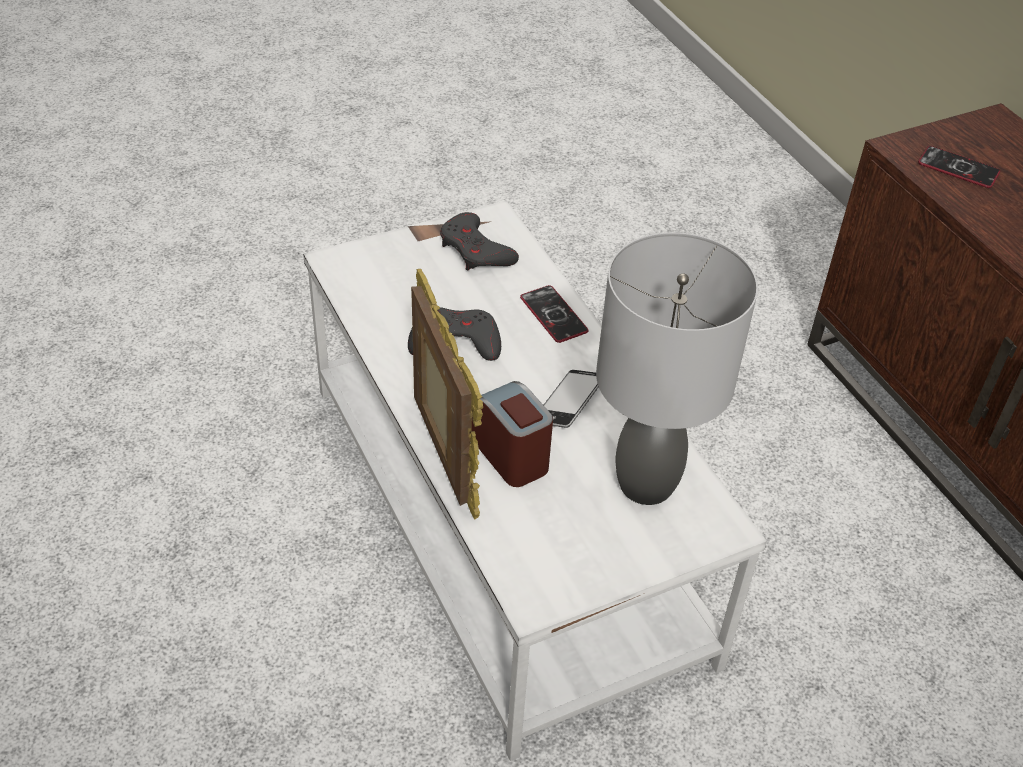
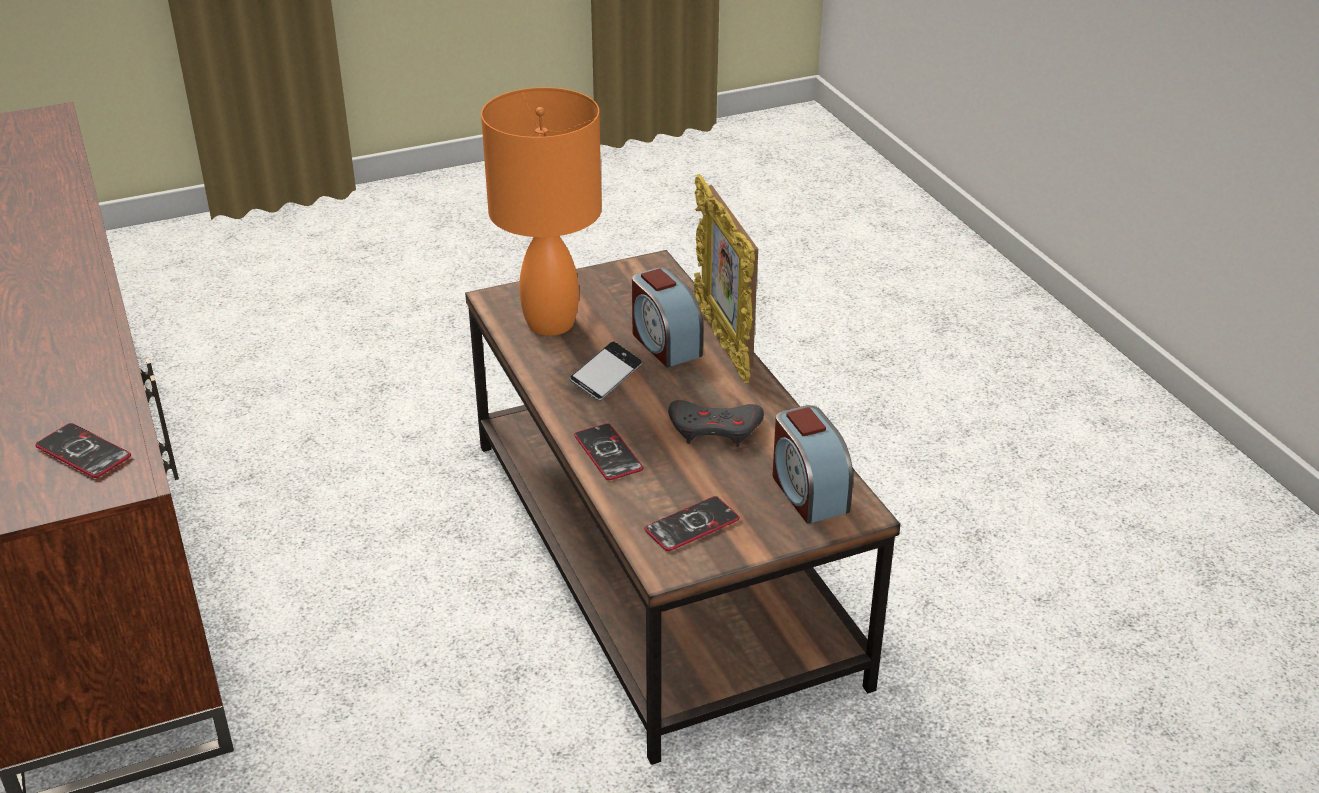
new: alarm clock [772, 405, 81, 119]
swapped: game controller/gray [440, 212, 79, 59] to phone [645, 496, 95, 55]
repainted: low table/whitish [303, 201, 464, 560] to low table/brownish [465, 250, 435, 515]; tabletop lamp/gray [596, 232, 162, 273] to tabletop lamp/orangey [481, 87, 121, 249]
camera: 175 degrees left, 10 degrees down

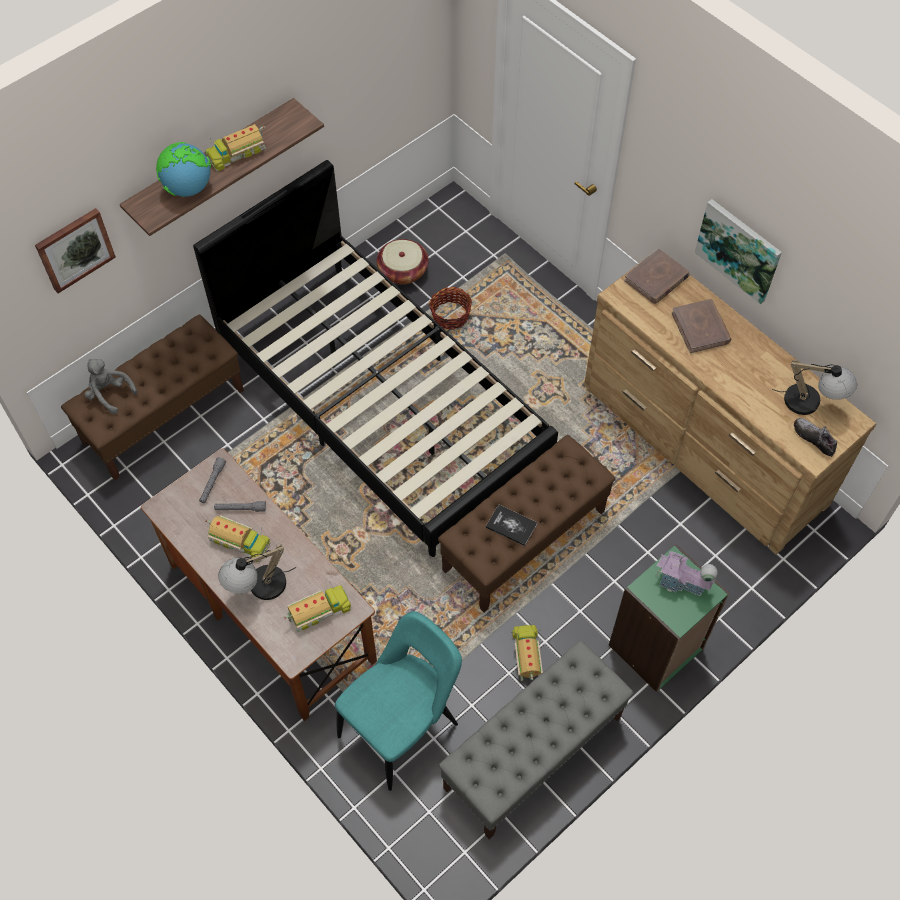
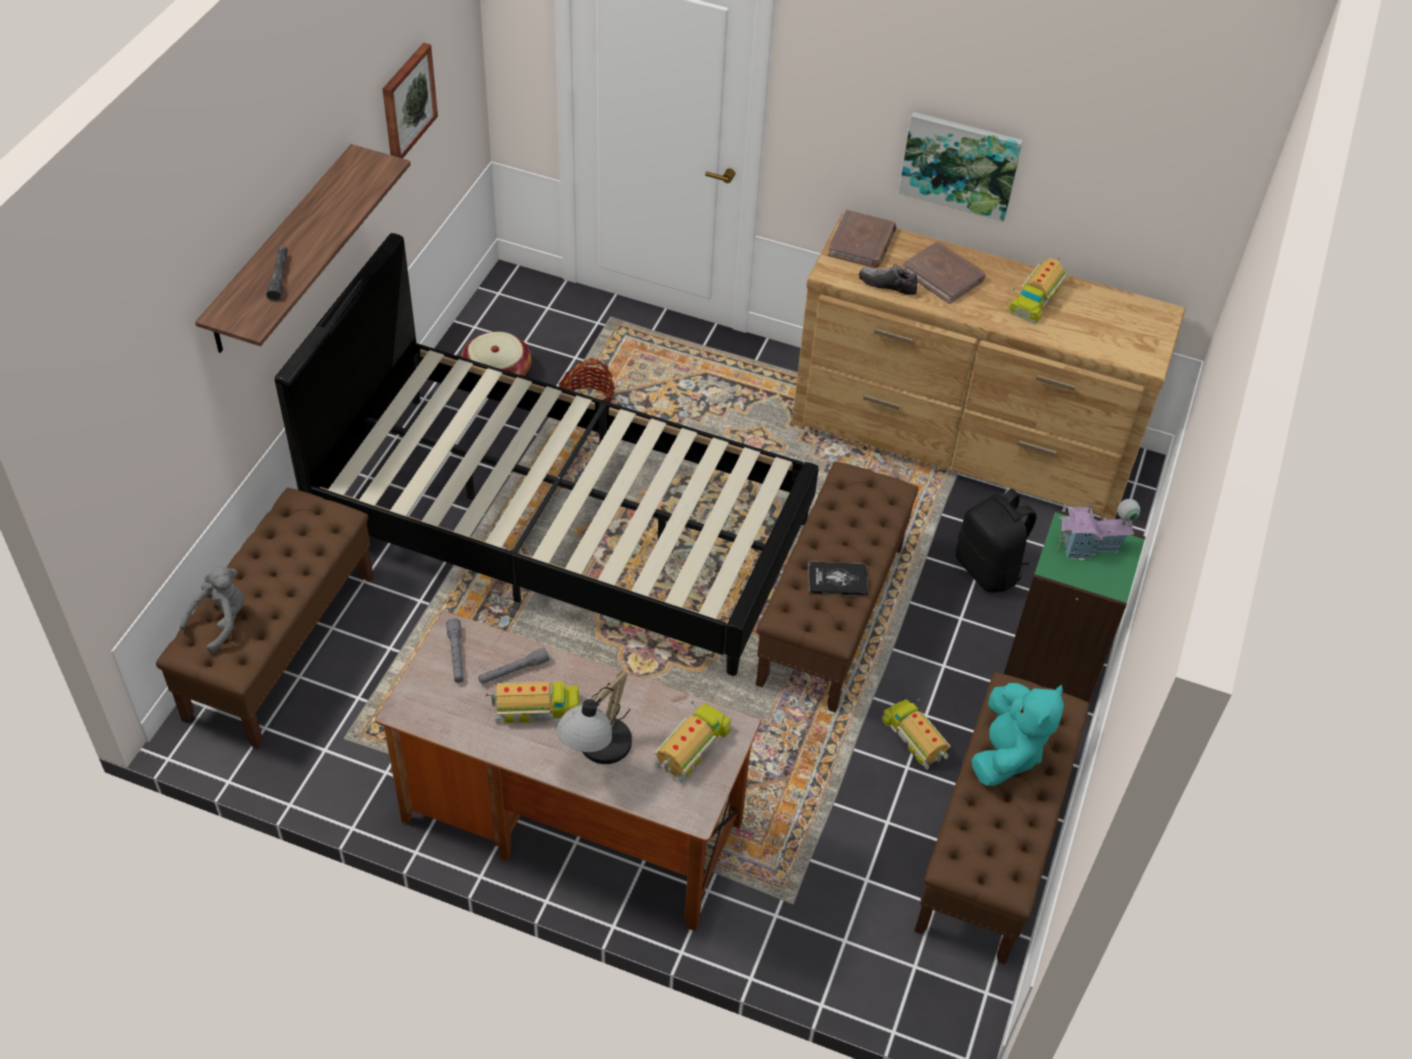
gone: tabletop lamp [772, 360, 85, 55]; chair/blue-green [335, 611, 127, 180]
new: knapsack/black [956, 489, 80, 103]; cuddly toy/blue-green [972, 683, 92, 103]
shifted: toy truck [205, 124, 61, 47] to [1008, 257, 59, 66]; wall picture [35, 208, 81, 85] to [382, 43, 56, 115]; low shoe [794, 418, 43, 39] to [859, 263, 58, 32]
swapped: world globe [156, 142, 55, 55] to hand torch/gray [266, 246, 22, 55]
repainted: bench/gray [439, 640, 195, 199] to bench/brownish [914, 672, 176, 292]
rotated: cuddly toy/gray [84, 359, 53, 55] = [180, 566, 65, 87] 120 degrees clockwise
camera: 30 degrees left, 10 degrees down

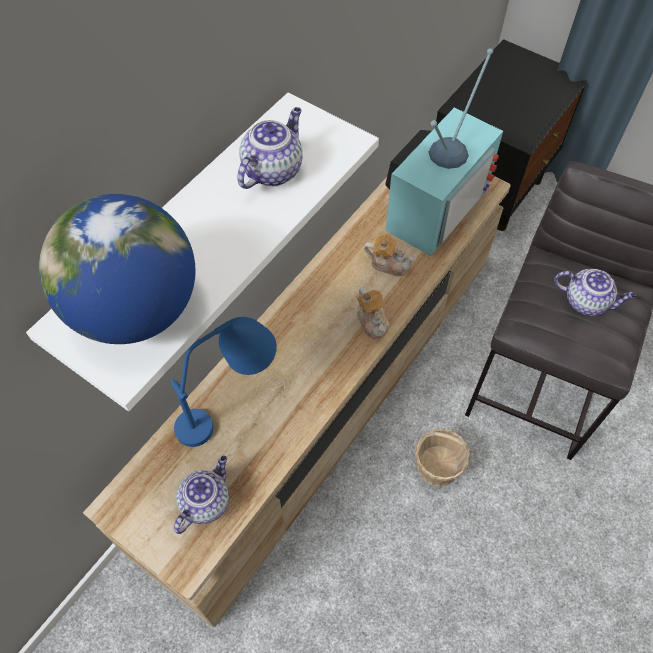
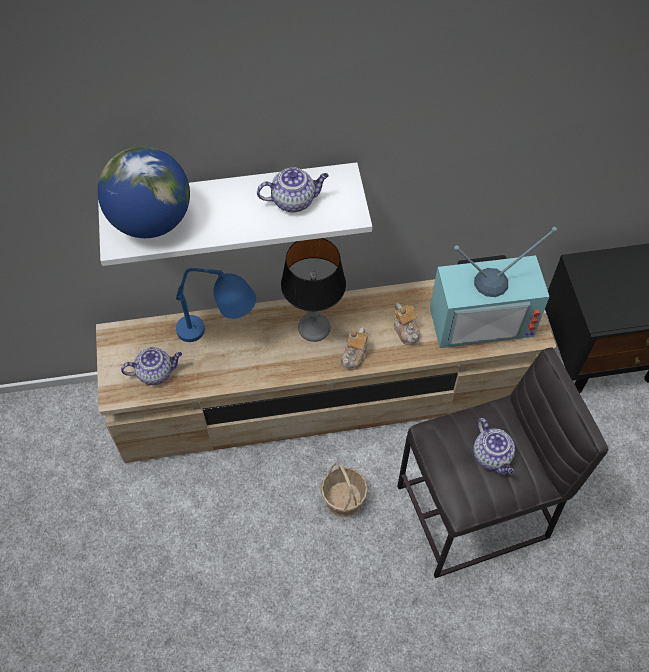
new: tabletop lamp [281, 238, 65, 104]
camera: 45 degrees right, 0 degrees up

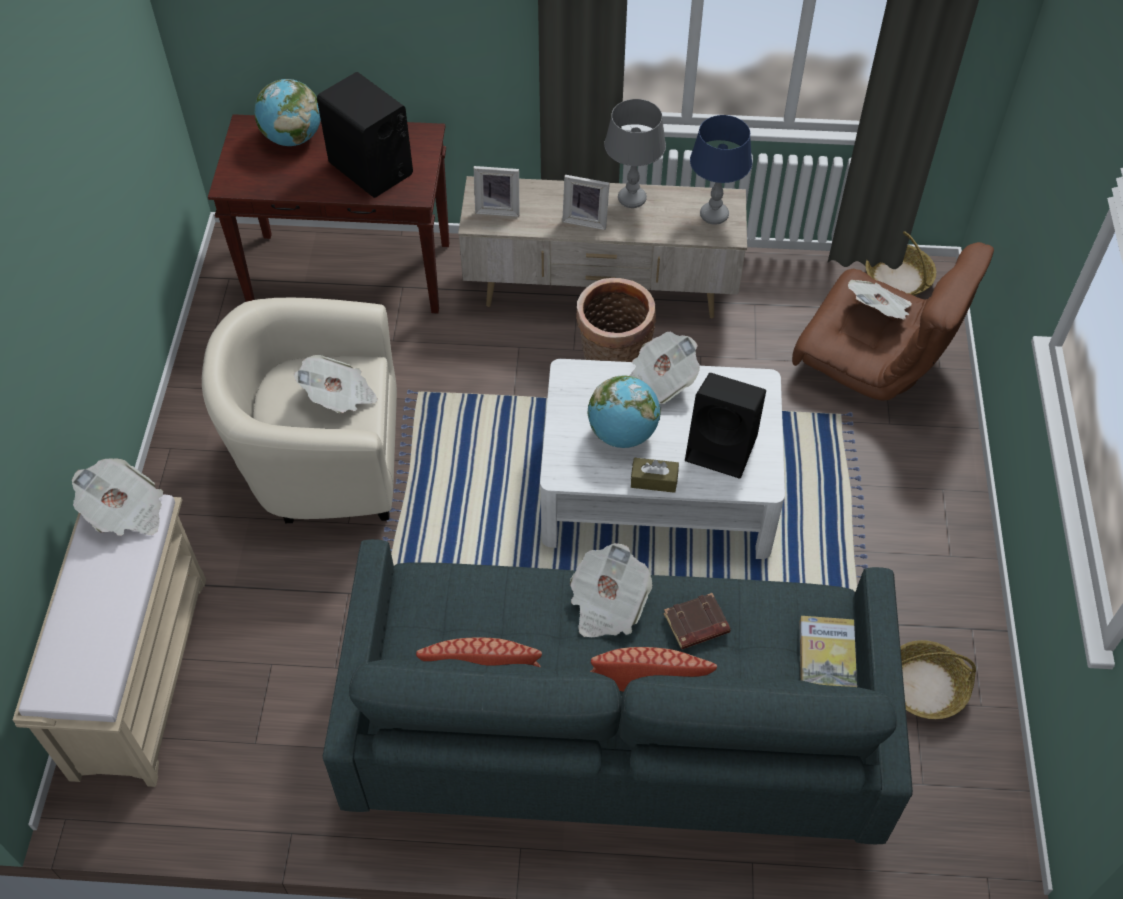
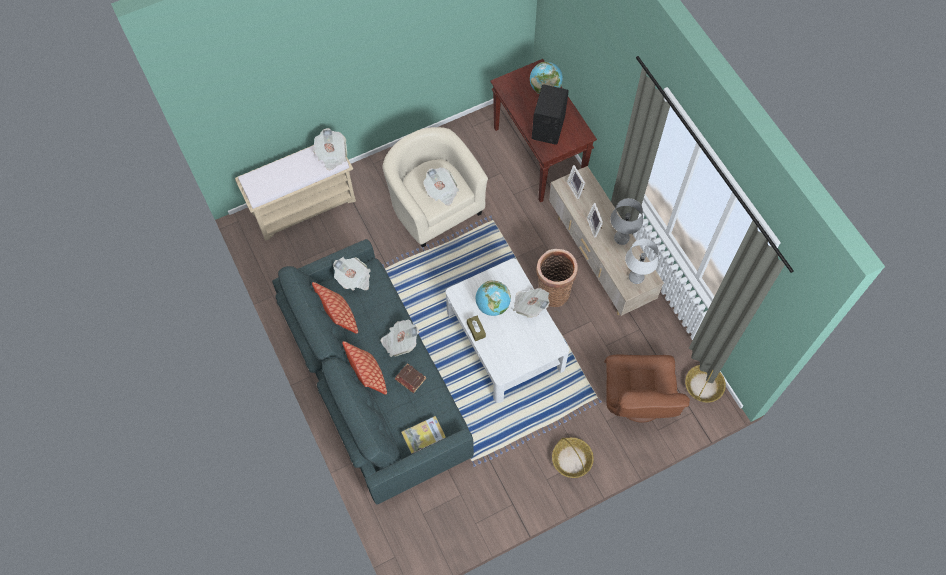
gone: speaker/black [685, 373, 81, 106]
shifted: printed paper [848, 280, 64, 40] to [333, 257, 38, 34]; basket [900, 640, 76, 79] to [552, 438, 42, 40]
repainted: tabletop lamp/blue-coloured [690, 115, 62, 110] to tabletop lamp/gray [625, 238, 34, 46]
camera: 60 degrees right, 10 degrees up

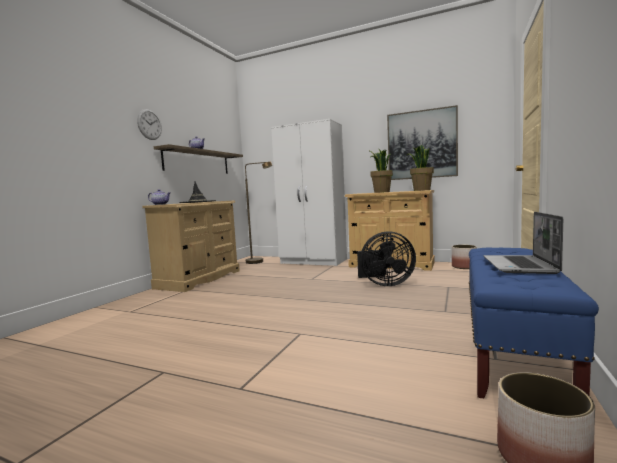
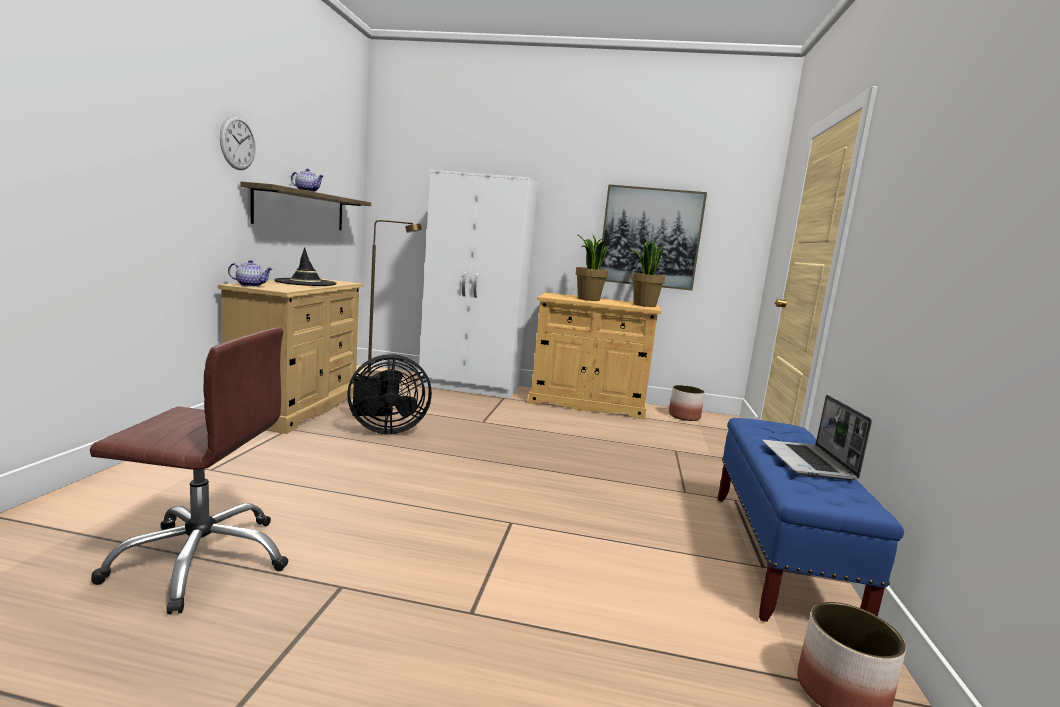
new: desk chair/brownish [90, 328, 199, 286]
shifted: electric fan/black [357, 231, 59, 55] to [347, 354, 85, 80]
camera: 15 degrees left, 5 degrees up

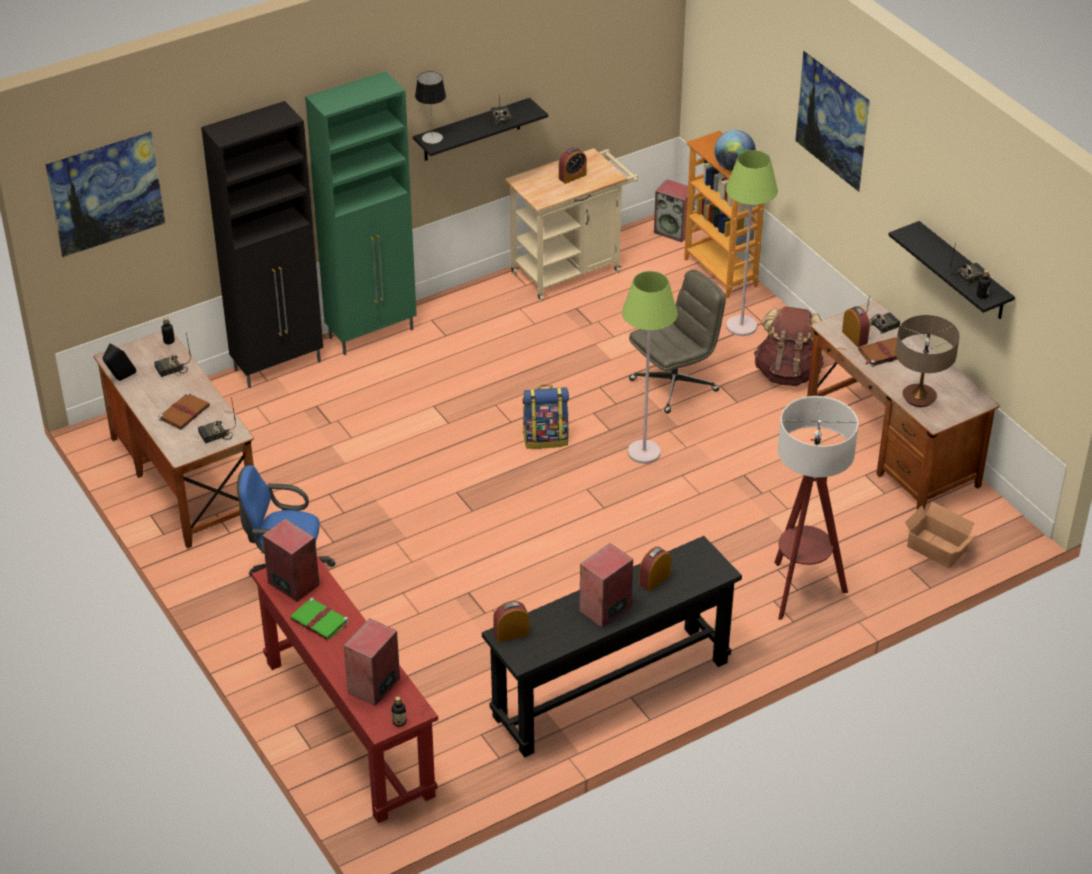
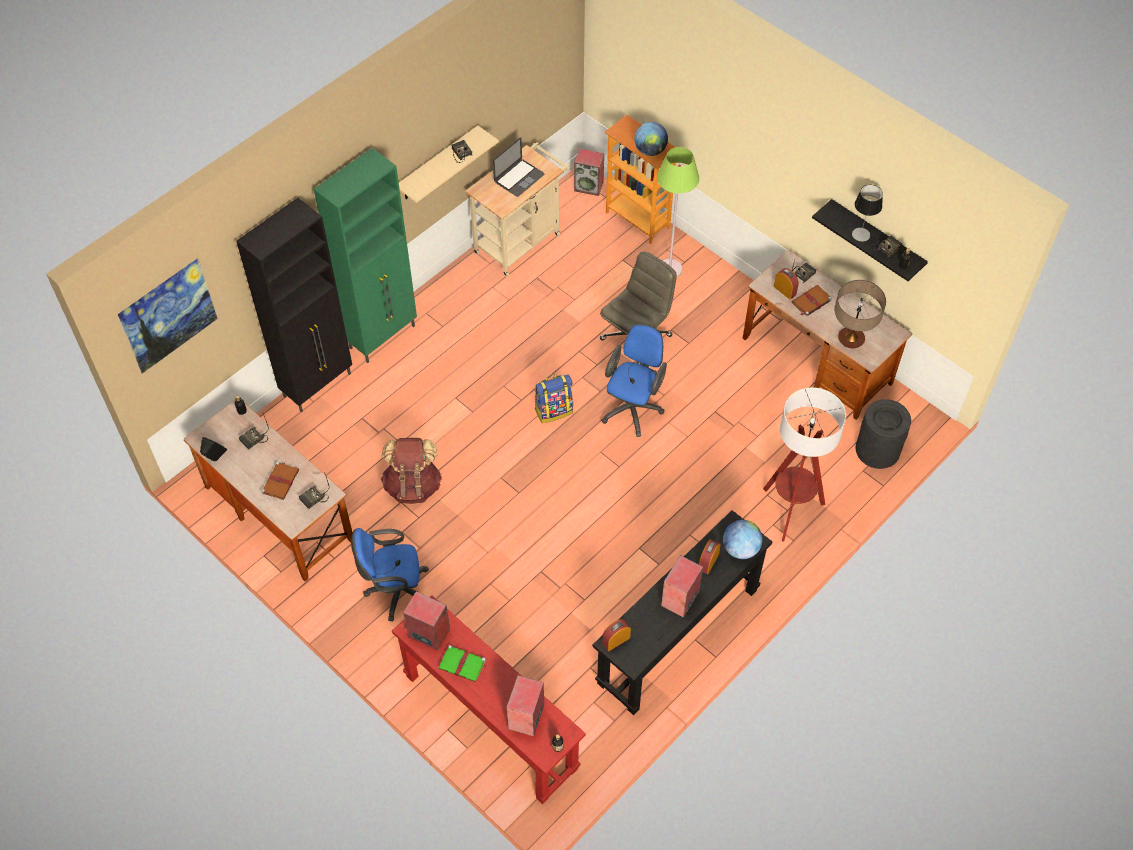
gone: wall picture [795, 50, 75, 142]
new: world globe [723, 520, 40, 39]
shifted: tabletop lamp [415, 71, 31, 73] to [852, 185, 31, 57]; knapsack/brownish [754, 306, 71, 80] to [381, 438, 61, 66]
swapped: alarm clock [559, 147, 28, 37] to laptop [493, 137, 52, 60]; standing lamp/greenish [622, 271, 56, 193] to desk chair/blue-coloured [601, 324, 66, 113]; carton [905, 502, 72, 66] to waste bin/black [856, 399, 55, 70]
repainted: shelf/black [413, 98, 135, 63] to shelf/beige [399, 126, 100, 77]
camera: 15 degrees left, 15 degrees up

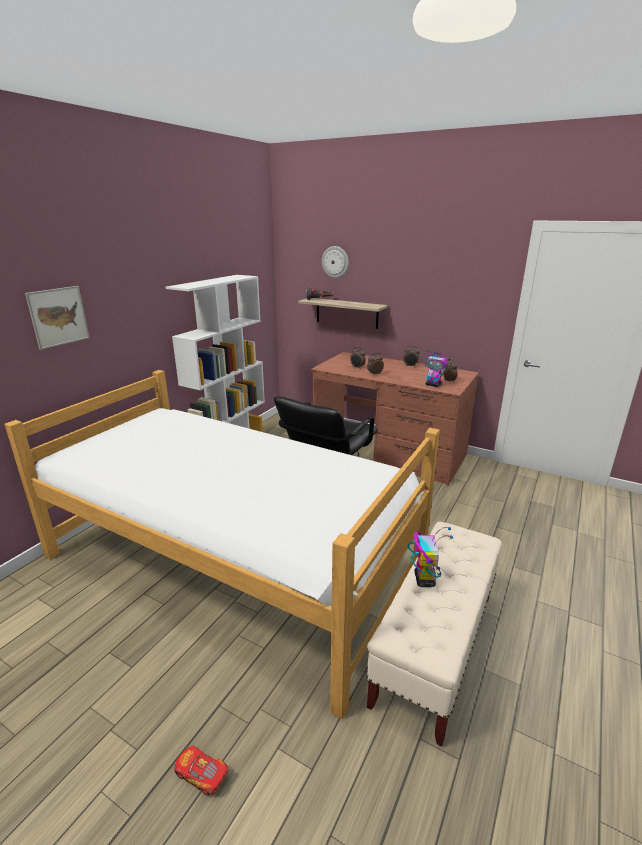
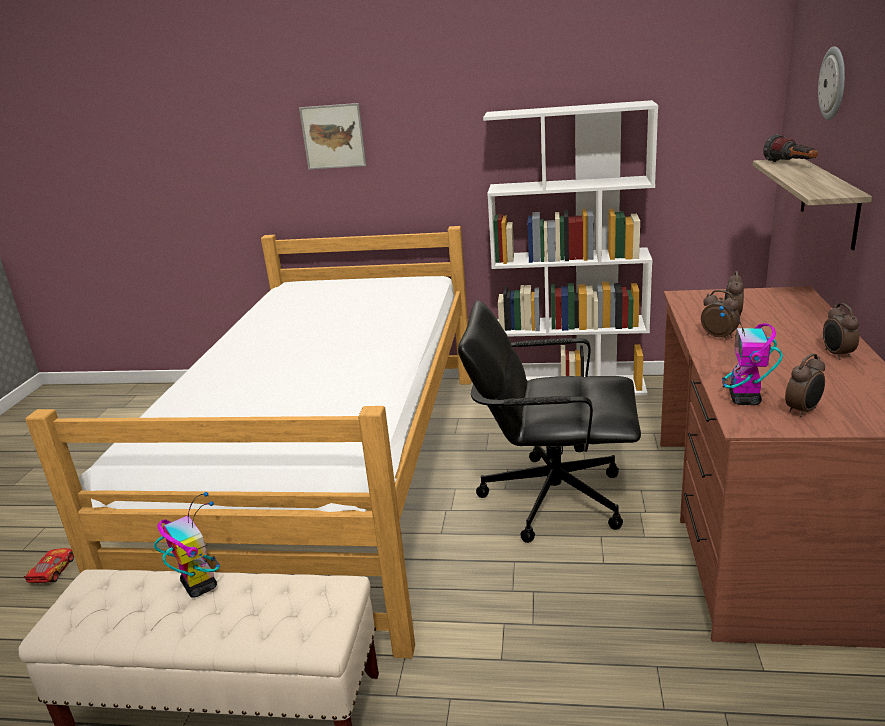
rotated: robot figure [407, 527, 46, 60] = [154, 492, 66, 106] 105 degrees counterclockwise
camera: 70 degrees right, 0 degrees up

